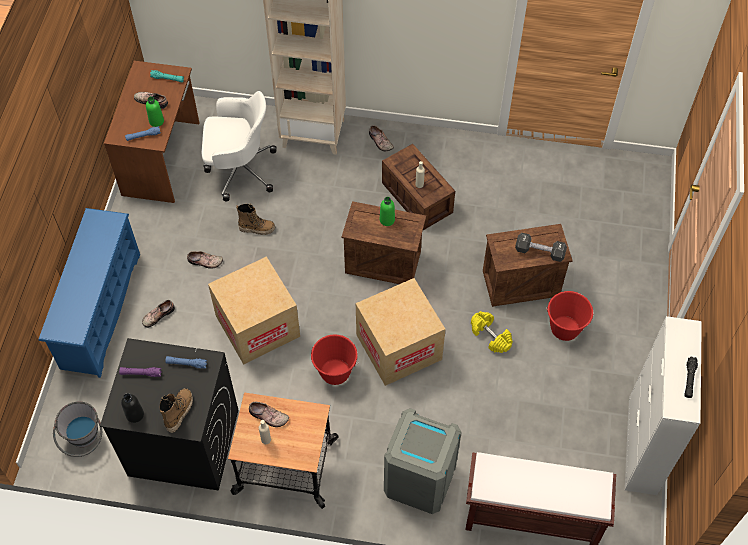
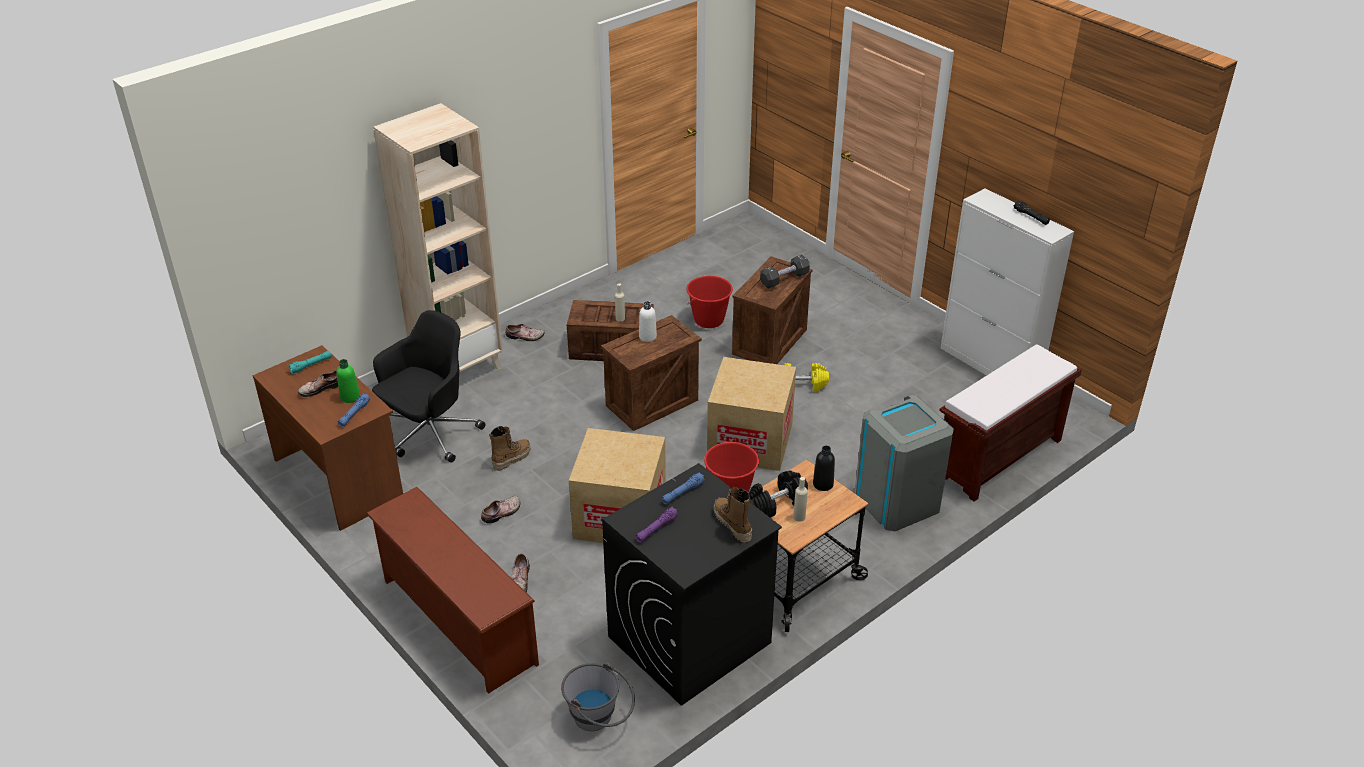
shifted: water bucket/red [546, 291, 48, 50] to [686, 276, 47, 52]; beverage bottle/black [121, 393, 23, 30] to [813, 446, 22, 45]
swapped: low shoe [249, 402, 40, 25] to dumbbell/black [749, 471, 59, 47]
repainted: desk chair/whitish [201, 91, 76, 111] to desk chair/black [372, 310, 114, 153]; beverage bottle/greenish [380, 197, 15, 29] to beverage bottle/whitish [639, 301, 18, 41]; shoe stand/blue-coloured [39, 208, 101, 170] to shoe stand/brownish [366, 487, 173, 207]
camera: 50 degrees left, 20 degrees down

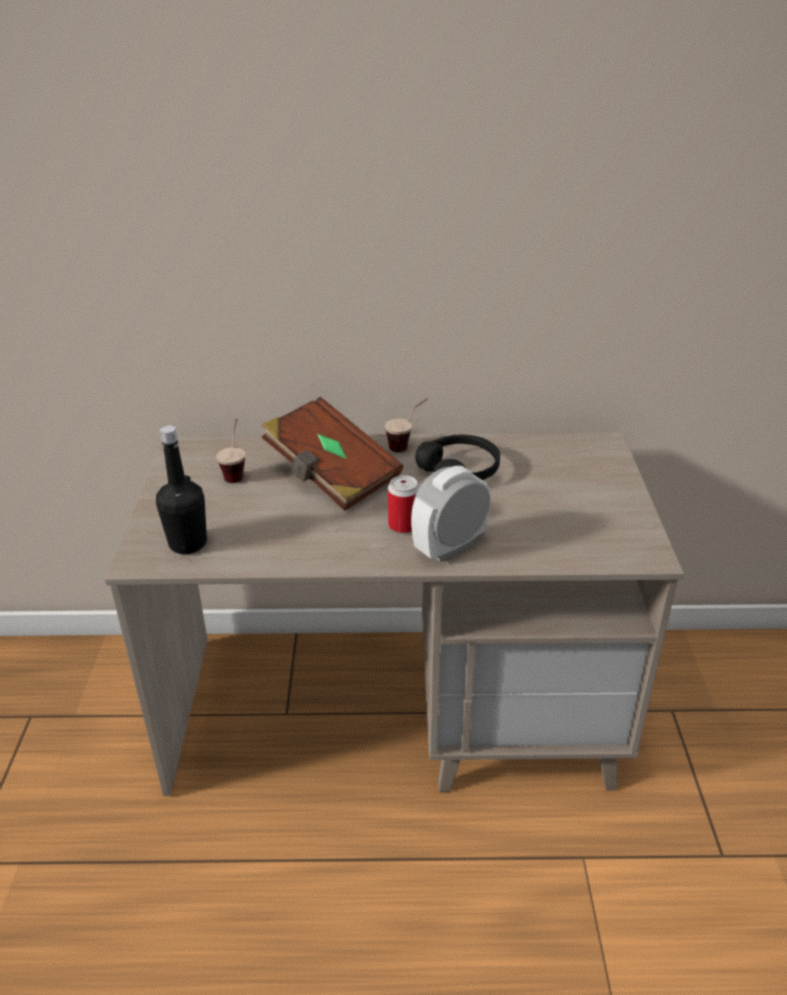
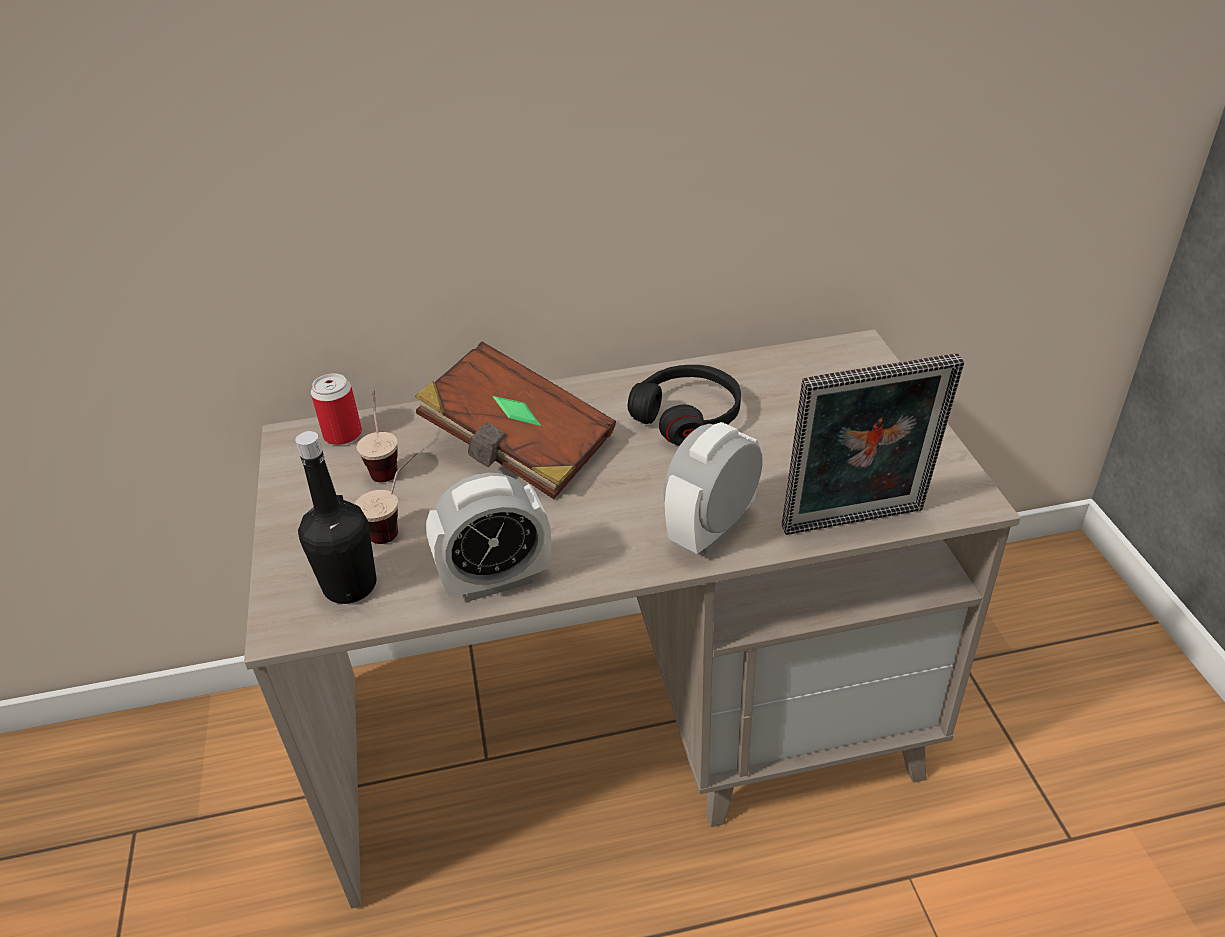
new: standing frame [782, 353, 182, 182]; alarm clock [426, 473, 125, 128]
shifted: drinking cup [385, 398, 43, 54] to [355, 453, 62, 91]; can [388, 475, 32, 58] to [311, 373, 51, 72]
camera: 10 degrees left, 5 degrees up

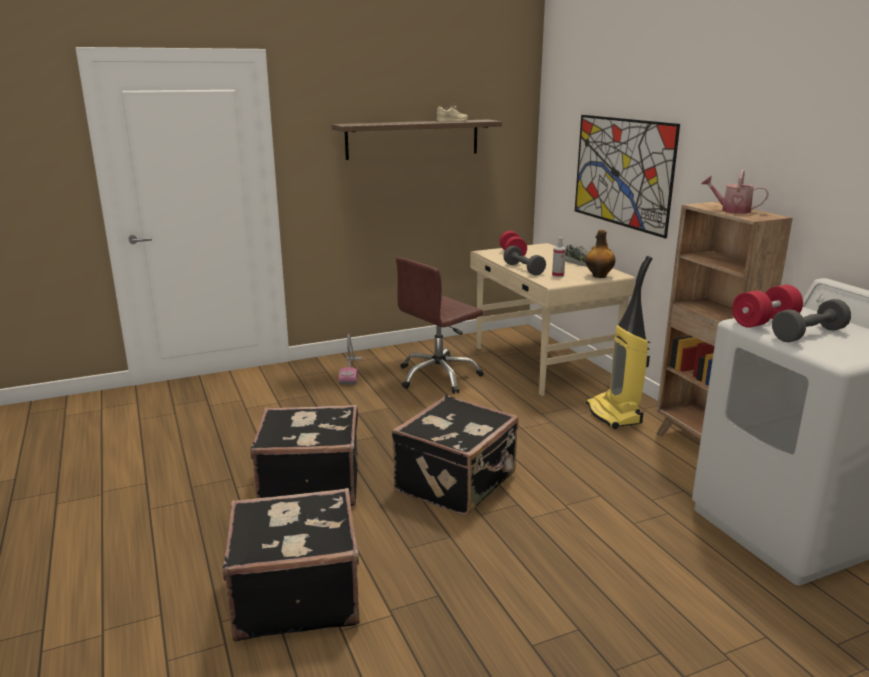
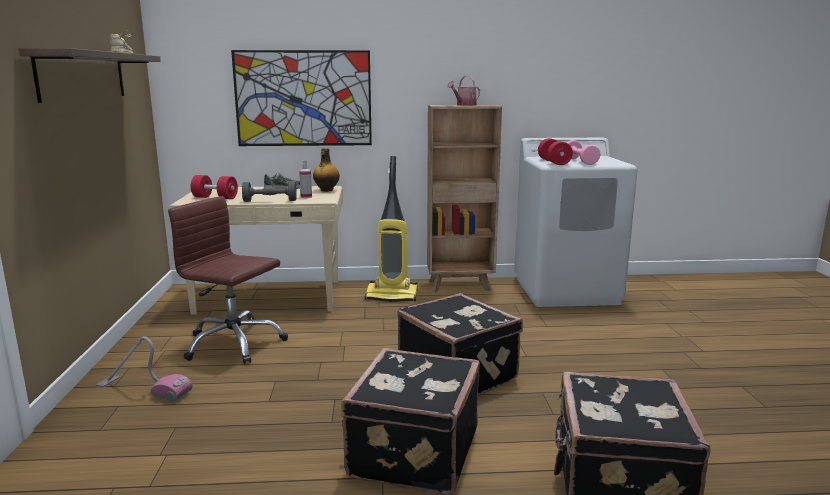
repainted: dumbbell/gray [772, 299, 79, 43] to dumbbell/pink-coloured [567, 140, 33, 25]
rotated: desk chair/brownish [396, 257, 87, 137] = [168, 196, 120, 168] 135 degrees clockwise
camera: 70 degrees left, 5 degrees down

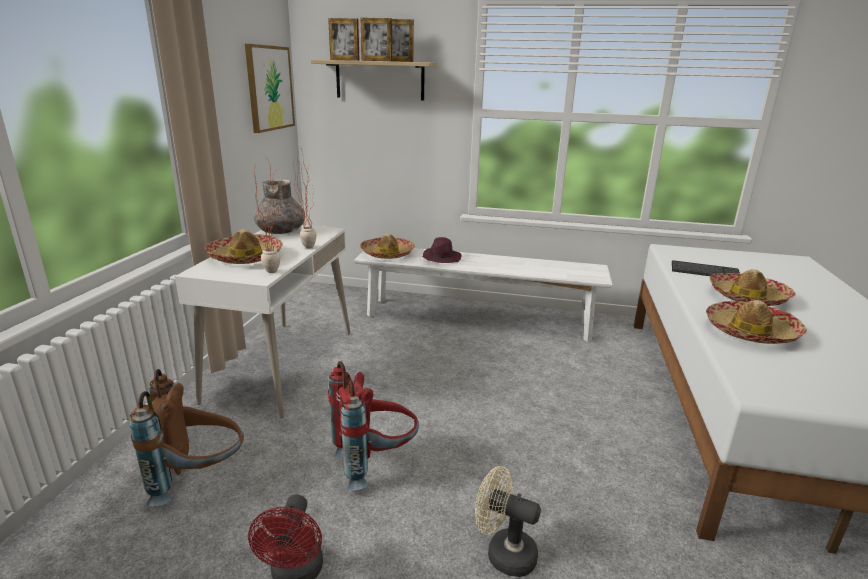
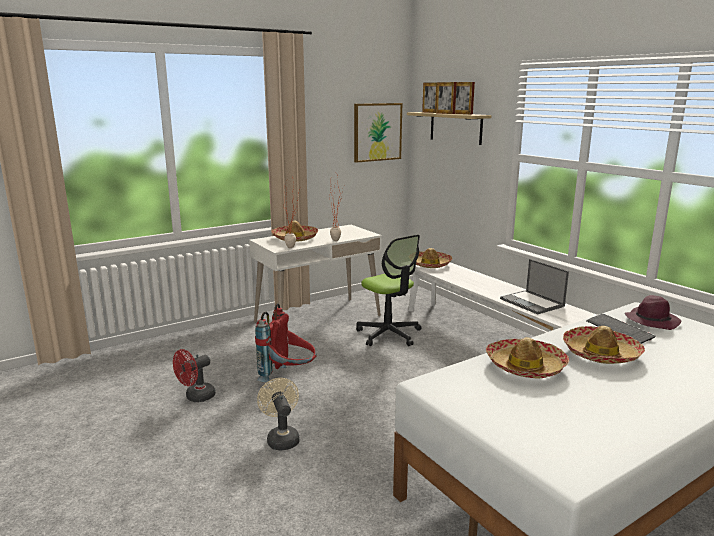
gone: flower vase/gray [254, 179, 51, 55]; knapsack/brownish [130, 369, 114, 137]
new: desk chair [356, 234, 66, 112]; laptop [500, 259, 69, 55]
shifted: wearable hat/purple-coloured [422, 237, 39, 26] to [625, 295, 56, 35]
camera: 45 degrees right, 5 degrees down

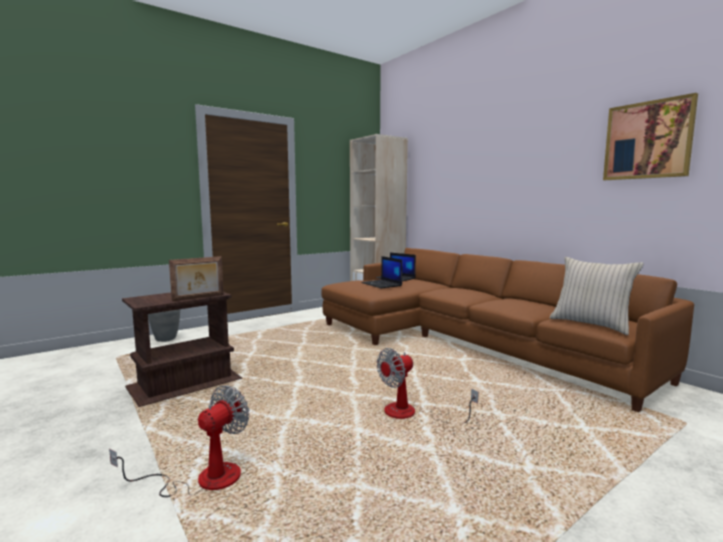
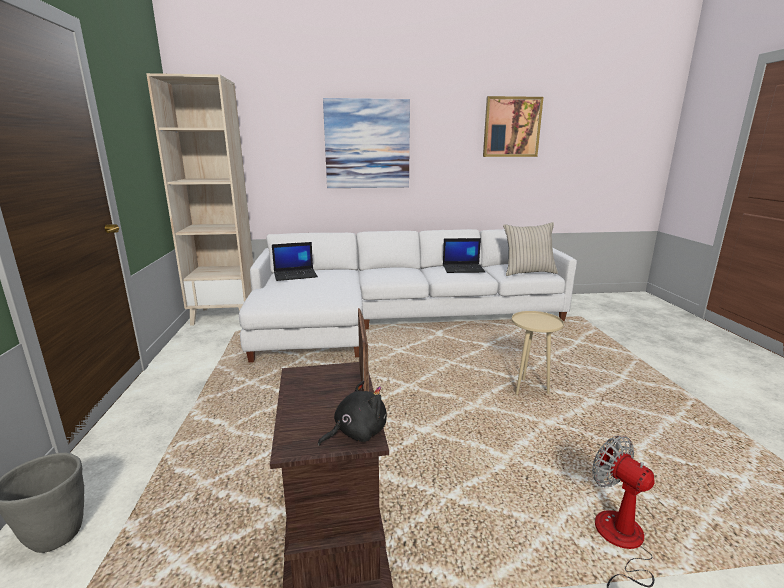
new: wall picture [323, 98, 87, 90]; cuddly toy/black [318, 381, 69, 65]
shifted: laptop [361, 256, 41, 32] to [443, 238, 42, 35]
swapped: electric fan [377, 348, 101, 76] to end table/beige [512, 311, 52, 84]
repainted: couch/brownish [321, 248, 373, 164] to couch/whitish [239, 229, 338, 134]
camera: 60 degrees left, 10 degrees up

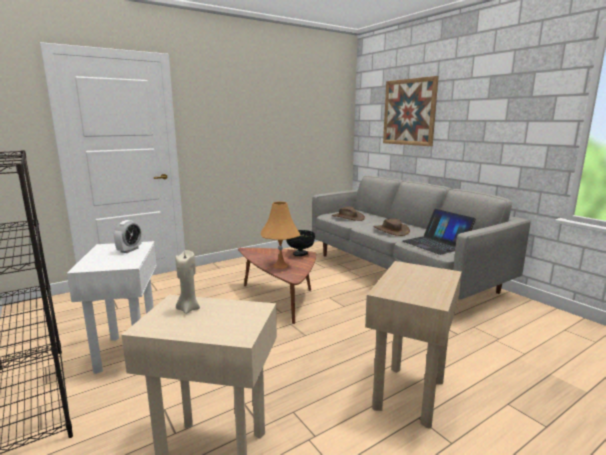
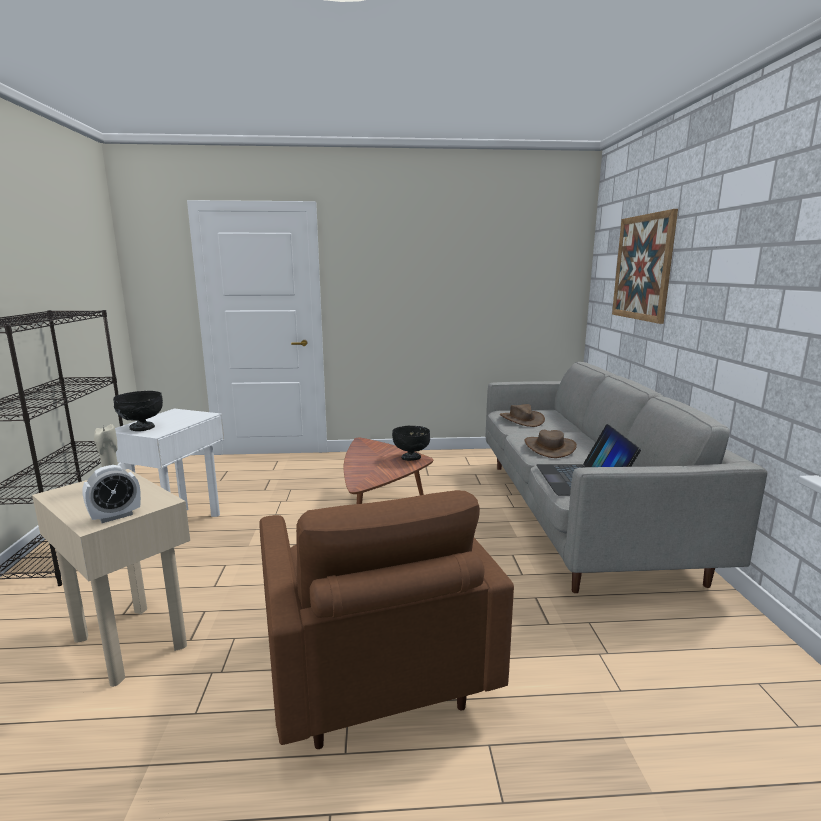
gone: tabletop lamp/orangey [261, 201, 39, 68]
new: serving bowl/black [113, 391, 50, 40]
shifted: alarm clock [114, 220, 28, 33] to [82, 465, 59, 58]
swapped: end table/beige [365, 261, 97, 167] to easy chair/brownish [260, 490, 254, 259]
camera: 30 degrees right, 0 degrees up

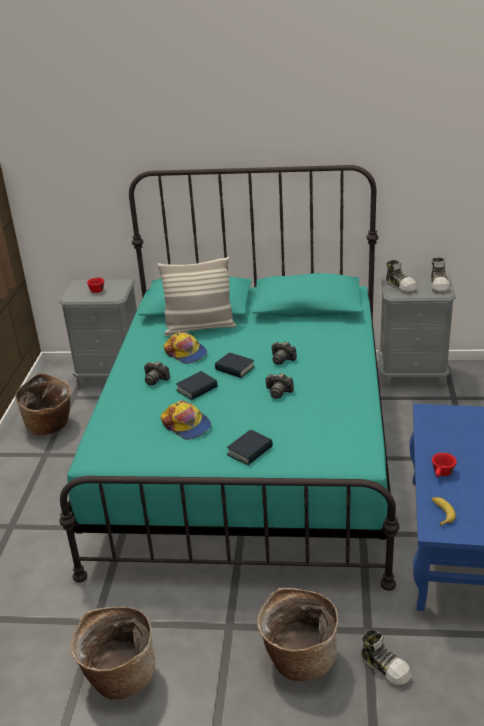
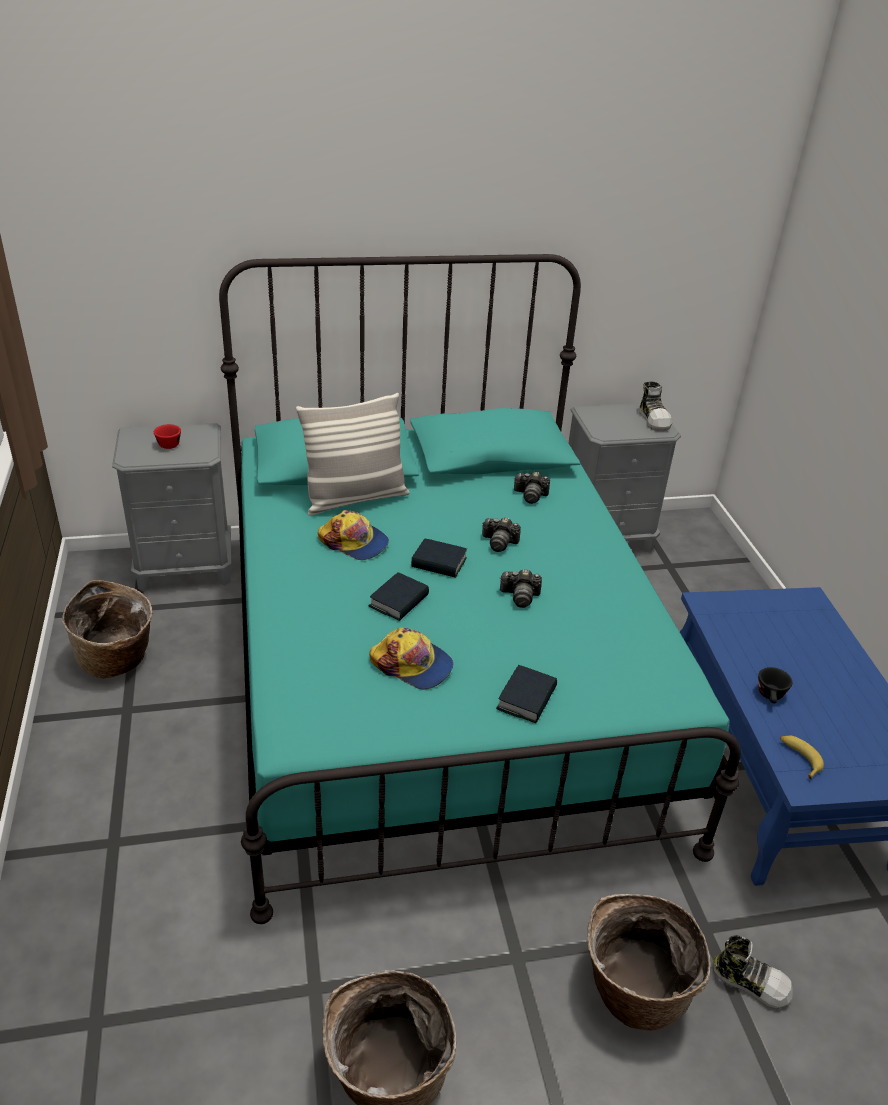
gone: low shoe [386, 260, 31, 34]
shifted: still camera [144, 361, 26, 24] to [514, 471, 36, 33]
repainted: drinking cup/red [432, 453, 25, 24] to drinking cup/black [758, 667, 34, 36]
camera: 20 degrees left, 5 degrees up

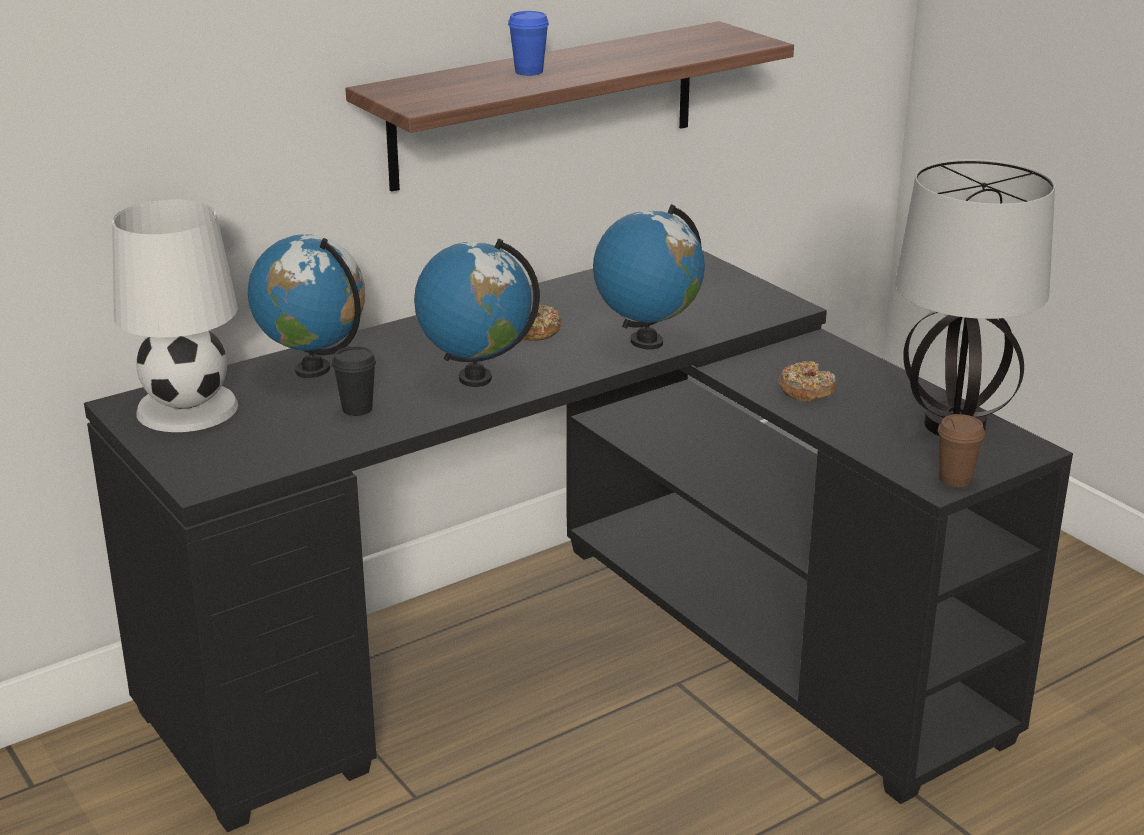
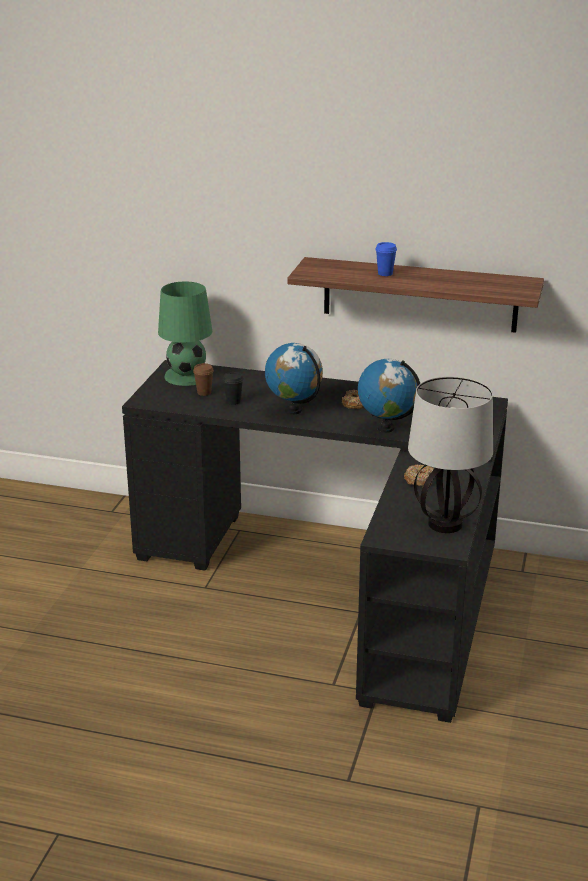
gone: world globe [248, 235, 117, 143]
shifted: drinking cup/brownish [938, 414, 47, 74] to [193, 363, 21, 33]
repainted: tabletop lamp/whitish [112, 199, 126, 233] to tabletop lamp/greenish [158, 281, 54, 105]
camera: 50 degrees right, 0 degrees up

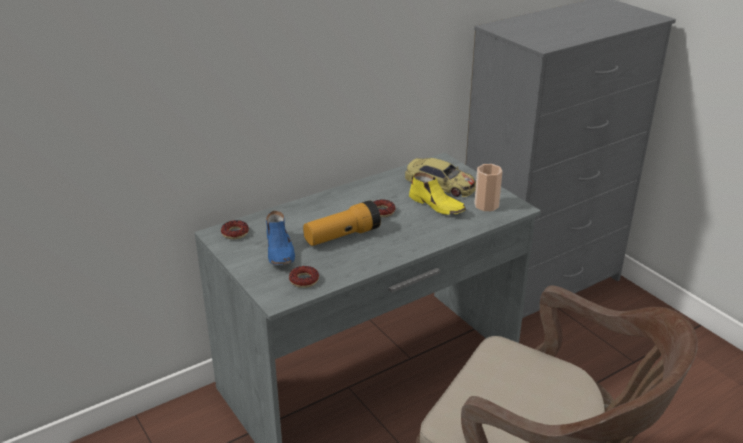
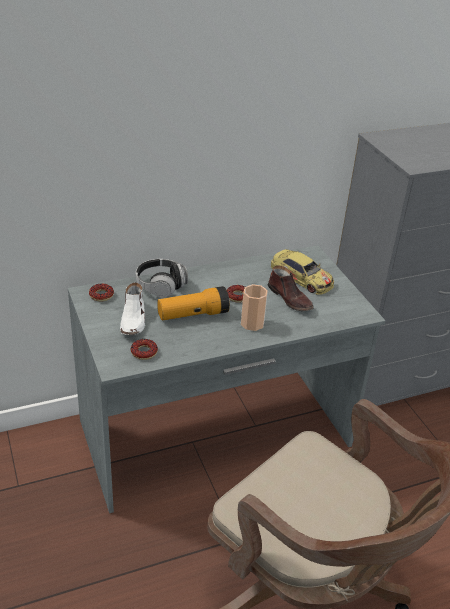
new: pair of headphones [136, 259, 52, 39]
shifted: drinking cup [474, 164, 29, 47] to [241, 284, 27, 47]
repainted: low shoe/yellow [409, 173, 57, 42] to low shoe/brownish [268, 265, 46, 46]; low shoe/blue-coloured [266, 211, 29, 54] to low shoe/whitish [120, 282, 25, 53]
camera: 10 degrees right, 5 degrees up

